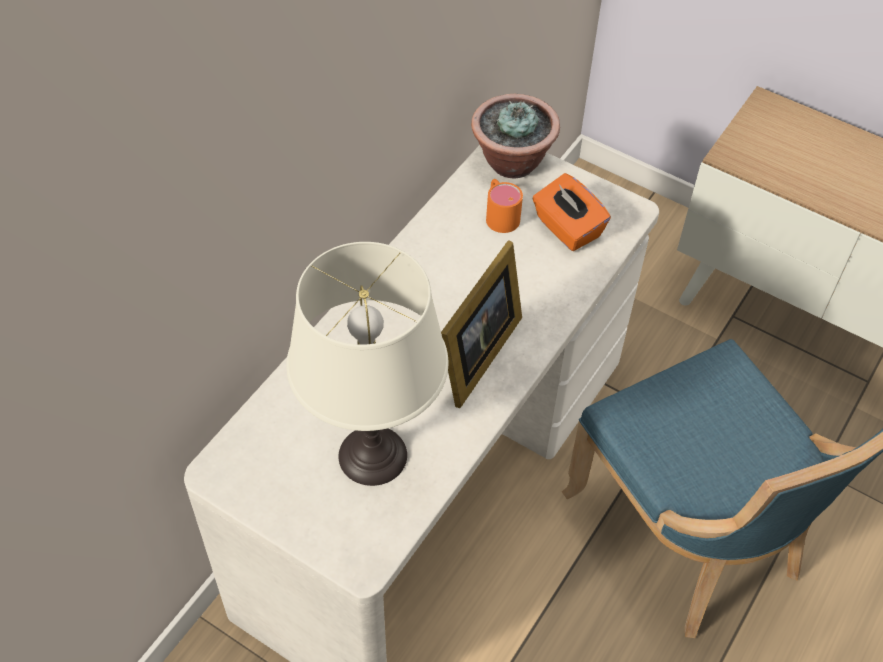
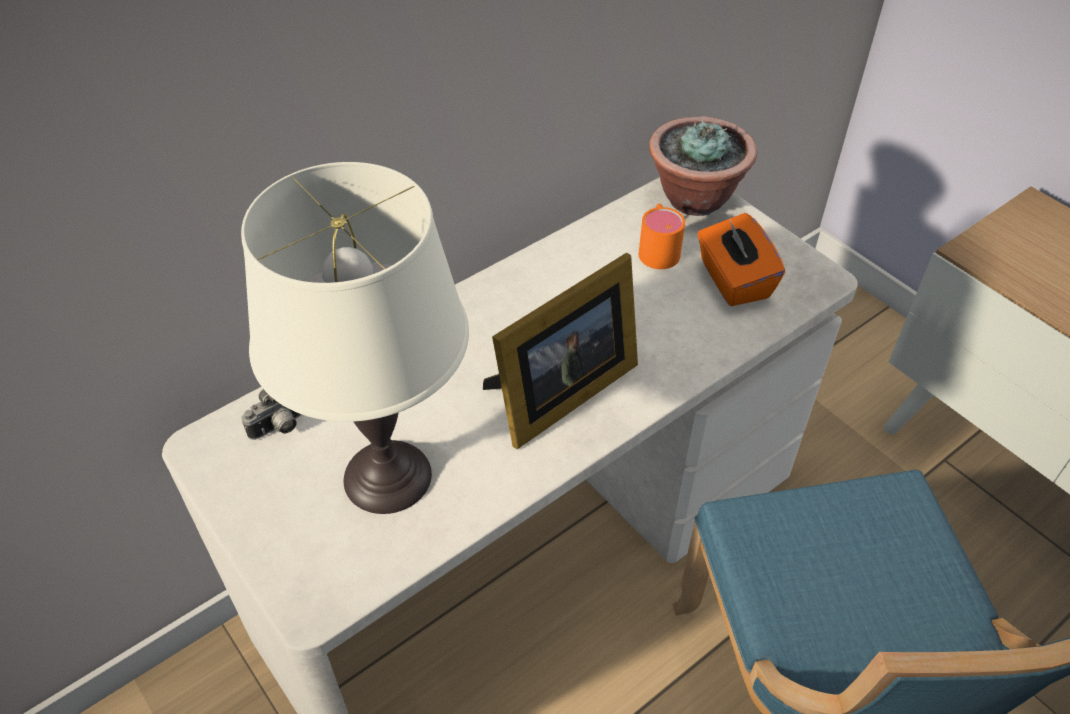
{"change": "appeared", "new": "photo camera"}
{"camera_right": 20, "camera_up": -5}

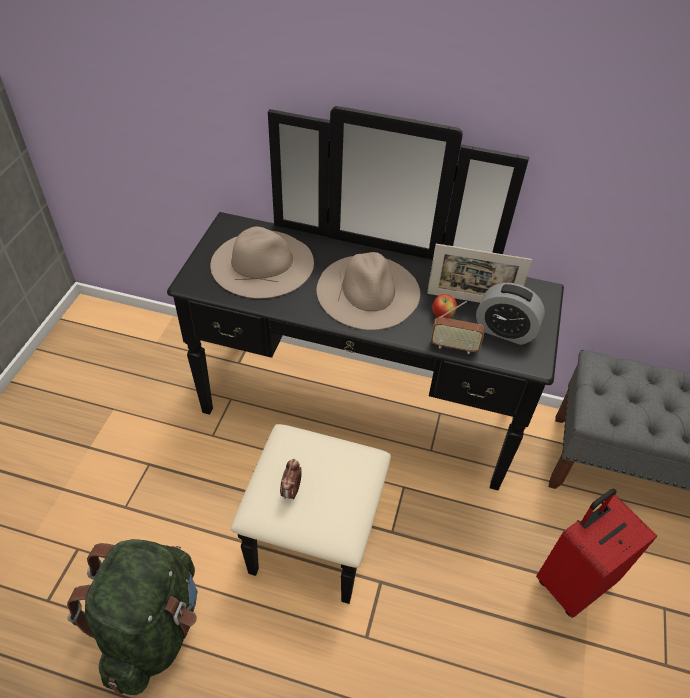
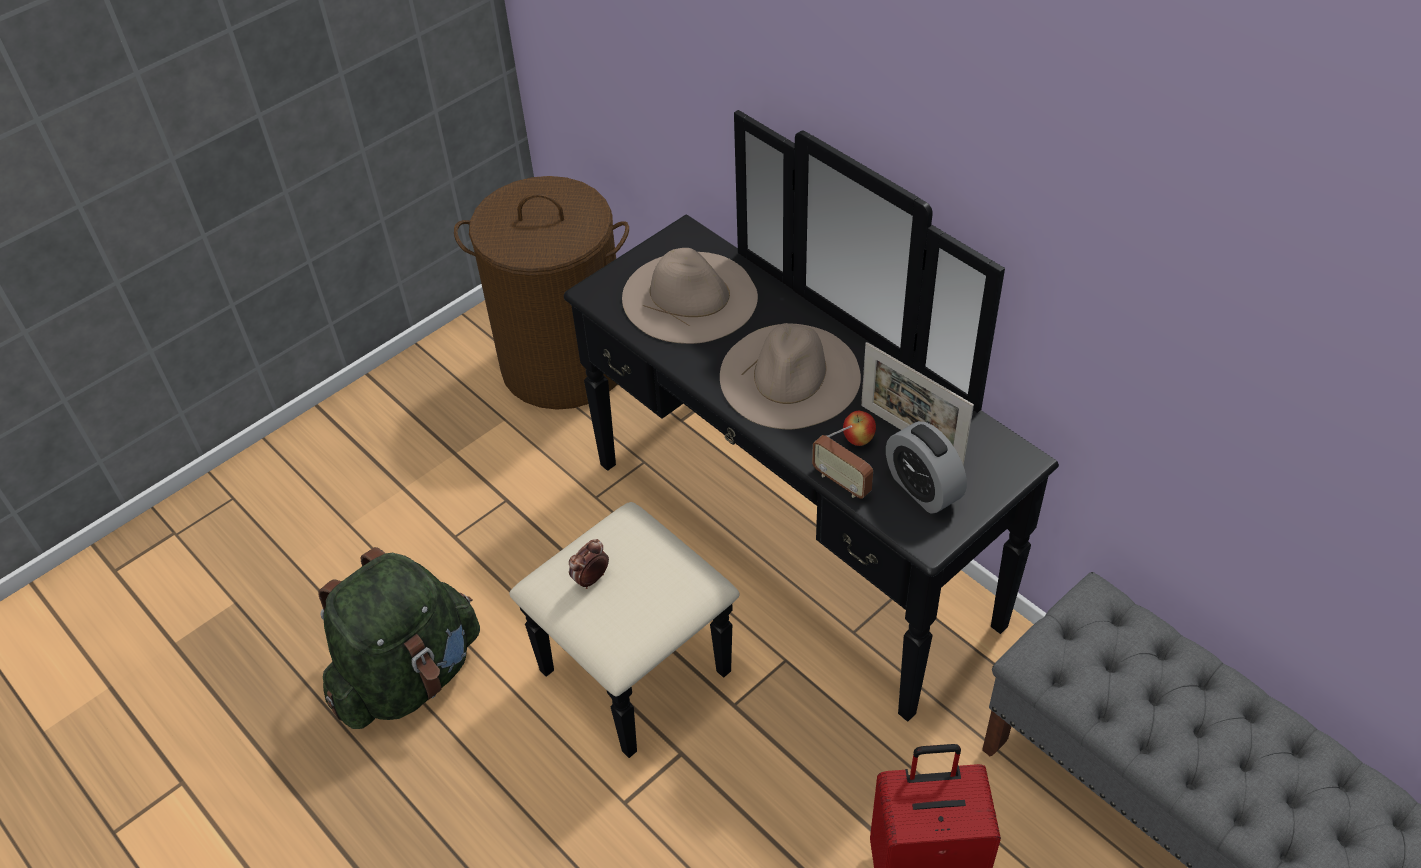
{"change": "appeared", "new": "laundry basket/brown"}
{"camera_right": 35, "camera_up": 0}

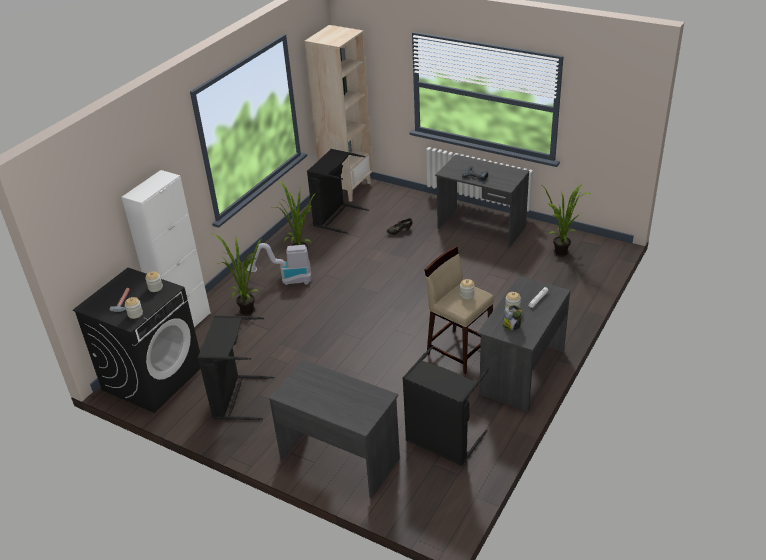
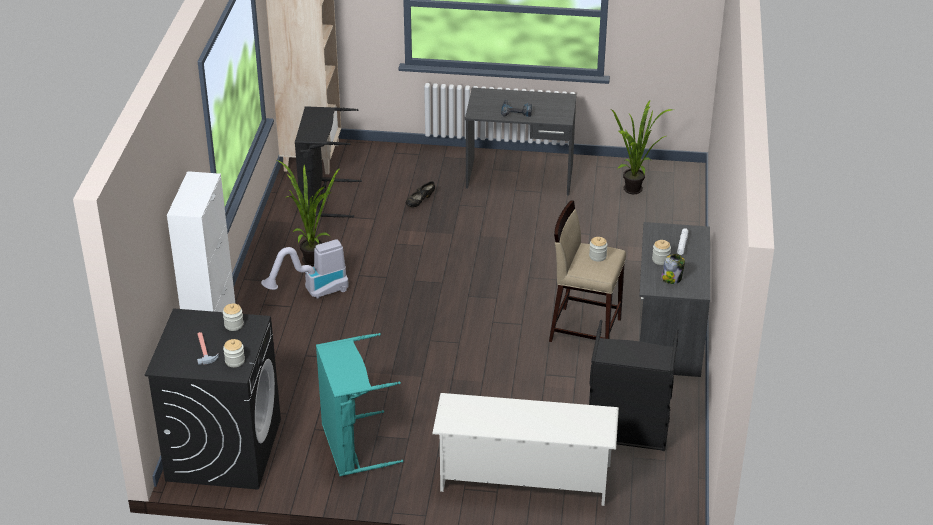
{"change": "missing", "old": "potted plant (no. 1 from left)"}
{"change": "colour", "old": "laundry basket/black (no. 1 from left)", "new": "laundry basket/turquoise"}
{"change": "exchanged", "old": "desk/grey (no. 1 from left)", "new": "shoe rack/white"}
{"camera_right": -25, "camera_up": 0}

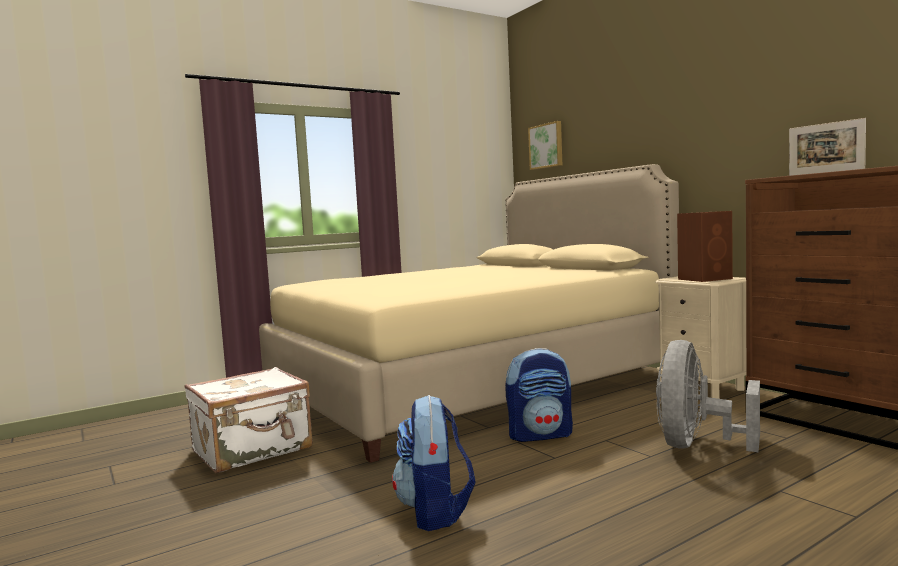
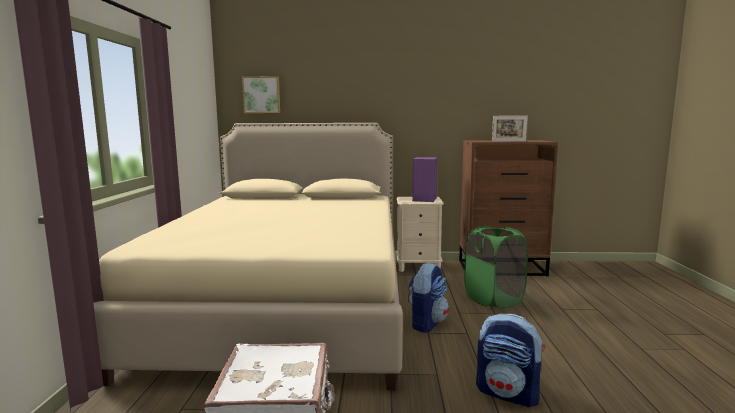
{"change": "colour", "old": "speaker/brown", "new": "speaker/purple"}
{"change": "exchanged", "old": "fan/grey", "new": "laundry basket/green"}
{"camera_right": -55, "camera_up": 5}

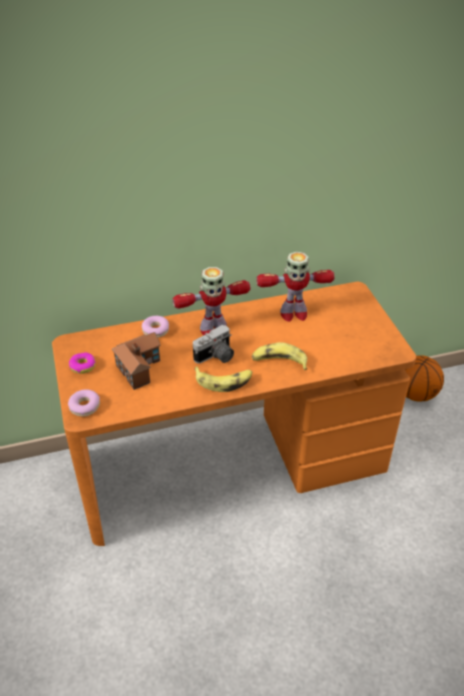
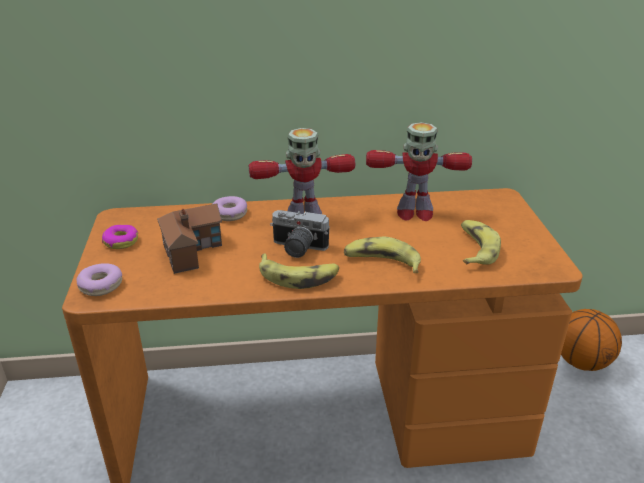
{"change": "spun", "old": "photo camera", "degrees": 45}
{"change": "appeared", "new": "banana (no. 3 from left)"}
{"camera_right": 10, "camera_up": -10}

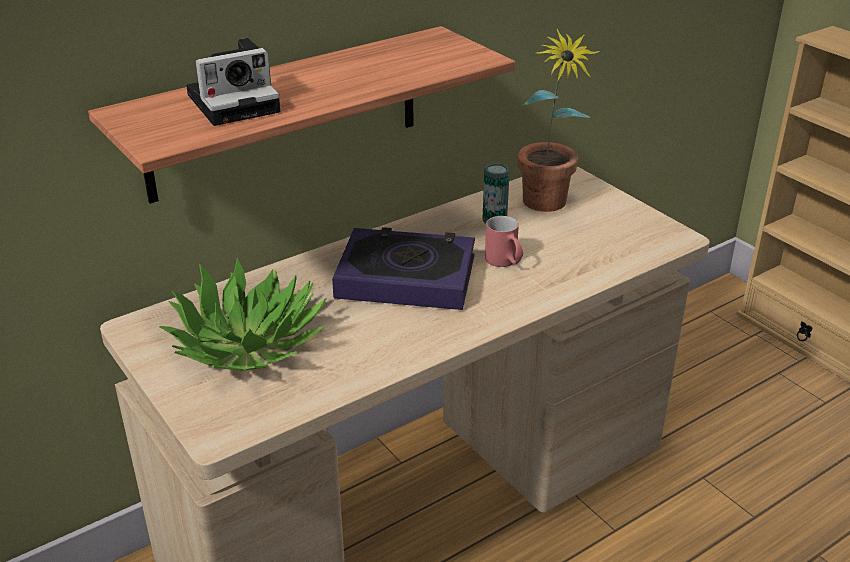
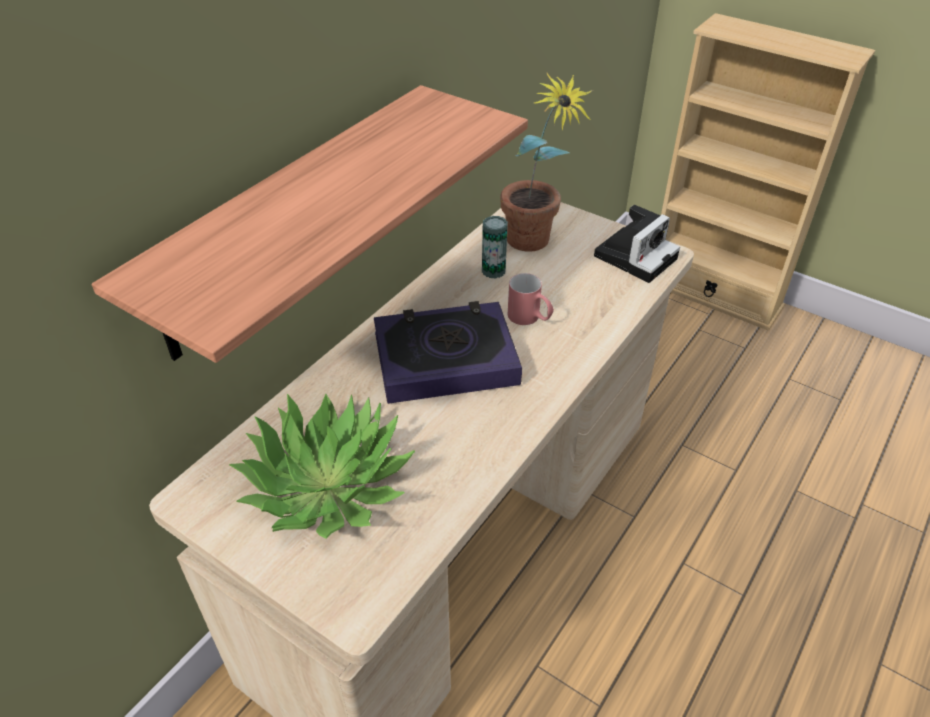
{"change": "relocated", "old": "photo camera"}
{"camera_right": -20, "camera_up": 10}

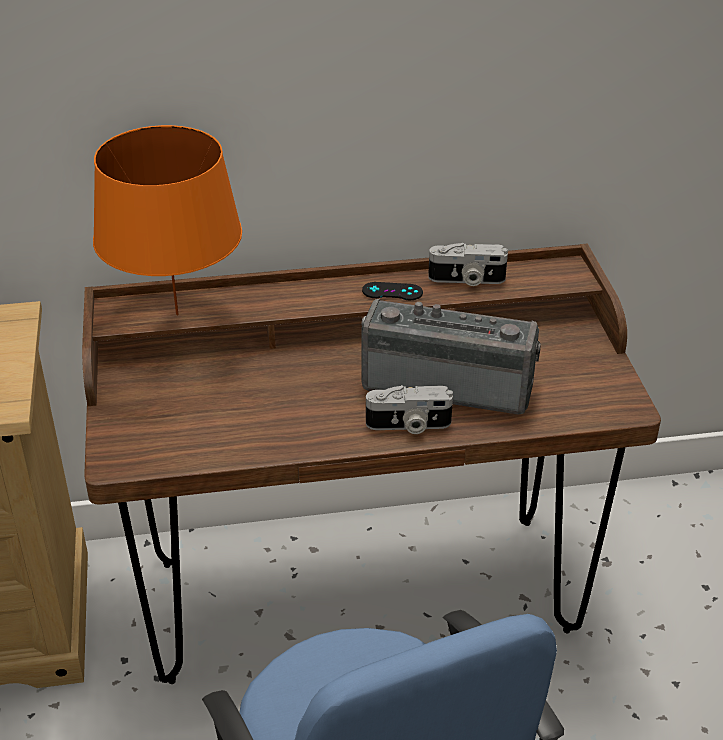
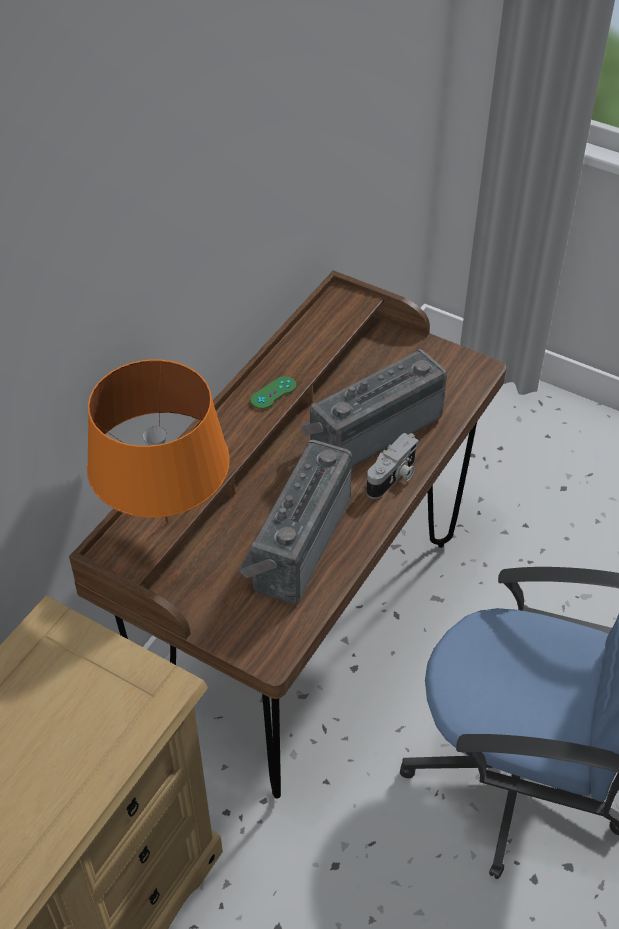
{"change": "missing", "old": "photo camera (no. 2 from left)"}
{"change": "colour", "old": "game controller/black", "new": "game controller/green"}
{"change": "appeared", "new": "radio (no. 1 from left)"}
{"camera_right": -50, "camera_up": 10}

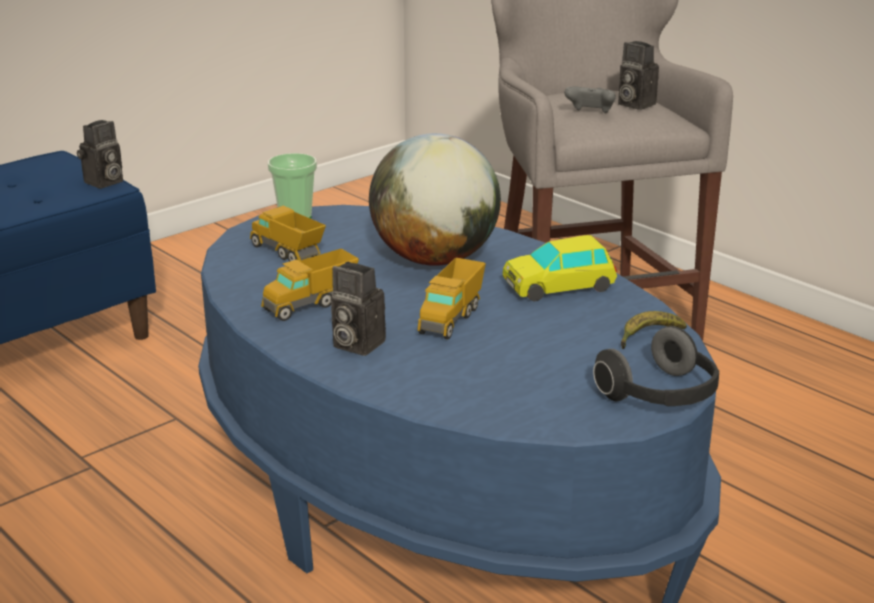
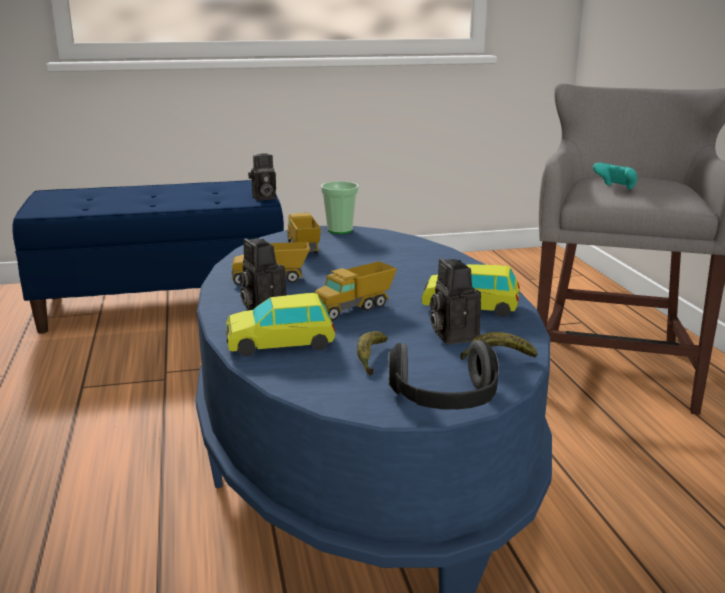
{"change": "relocated", "old": "photo camera (no. 3 from left)"}
{"change": "colour", "old": "game controller/grey", "new": "game controller/turquoise"}
{"change": "missing", "old": "globe"}
{"change": "appeared", "new": "toy car (no. 1 from left)"}
{"change": "appeared", "new": "banana (no. 1 from left)"}
{"camera_right": 30, "camera_up": -5}

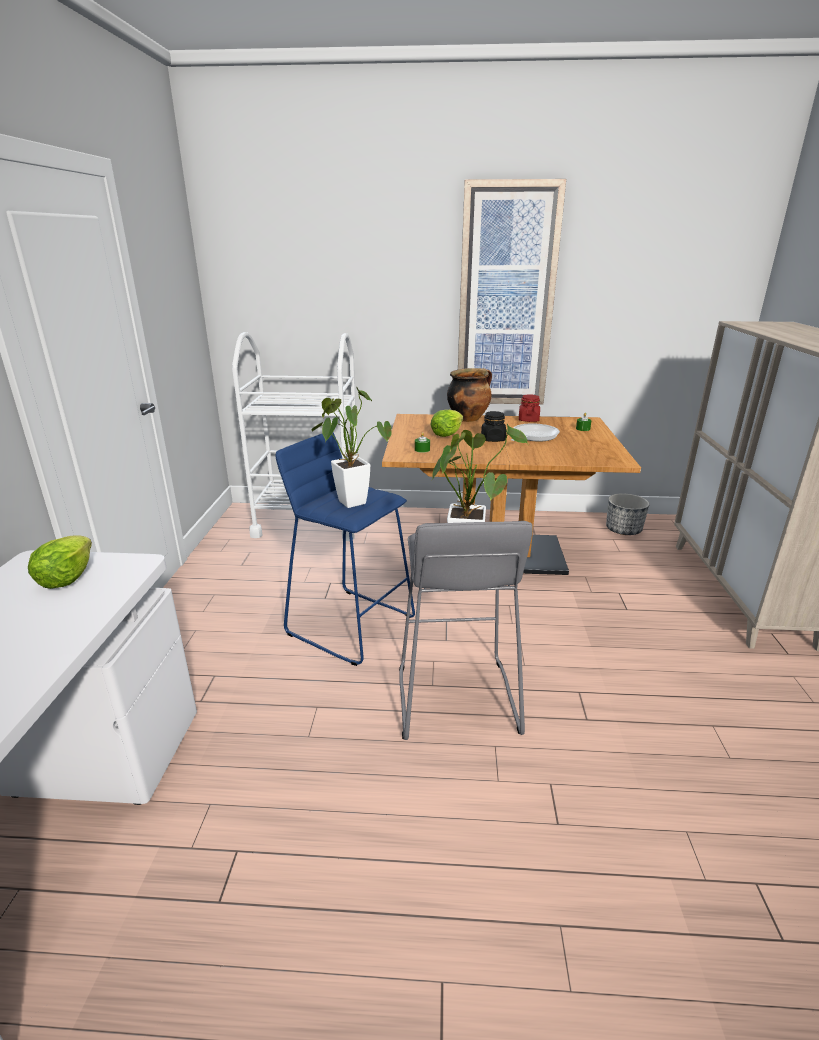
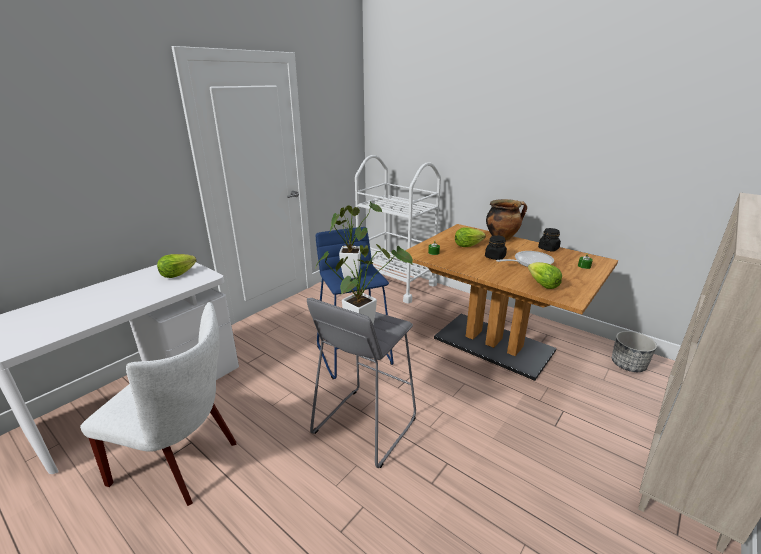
{"change": "missing", "old": "picture"}
{"change": "colour", "old": "jar/red", "new": "jar/black (no. 2 from left)"}
{"change": "appeared", "new": "lettuce (no. 3 from left)"}
{"change": "appeared", "new": "chair/white"}
{"camera_right": 35, "camera_up": 0}

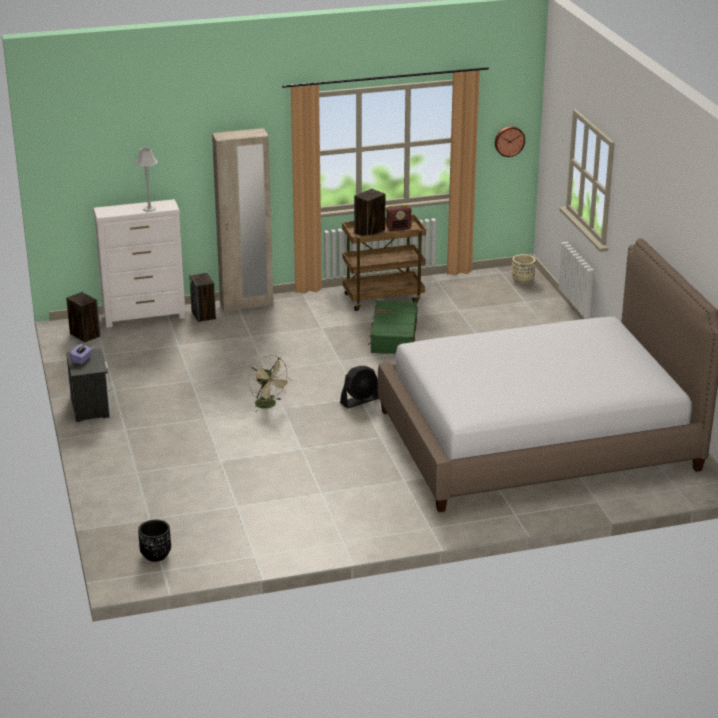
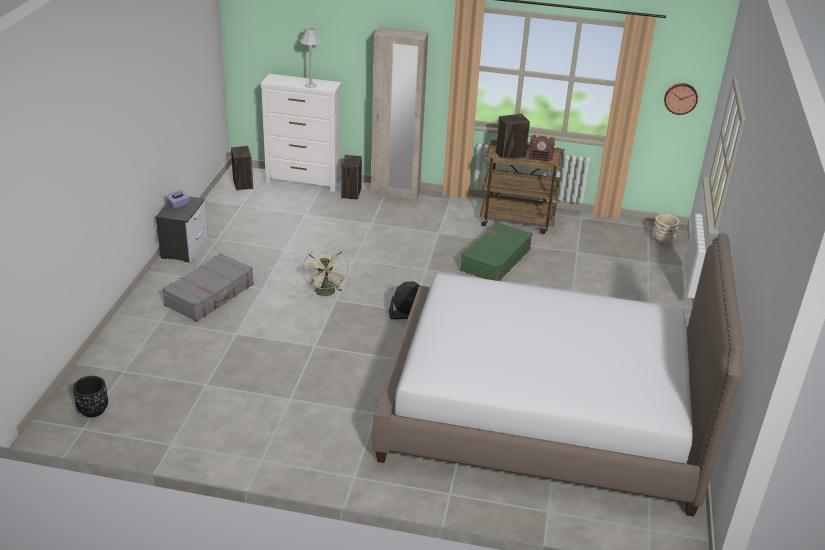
{"change": "appeared", "new": "suitcase/grey"}
{"camera_right": 25, "camera_up": 5}

